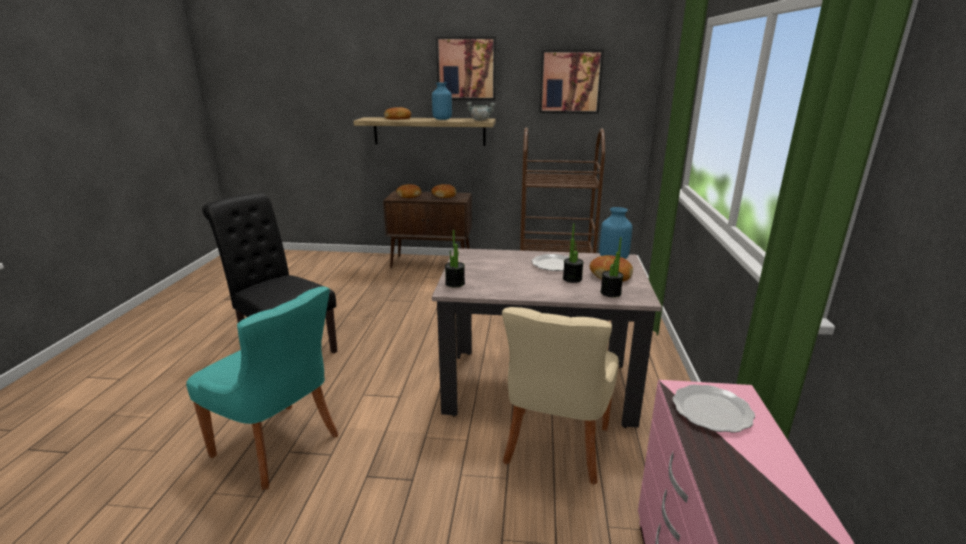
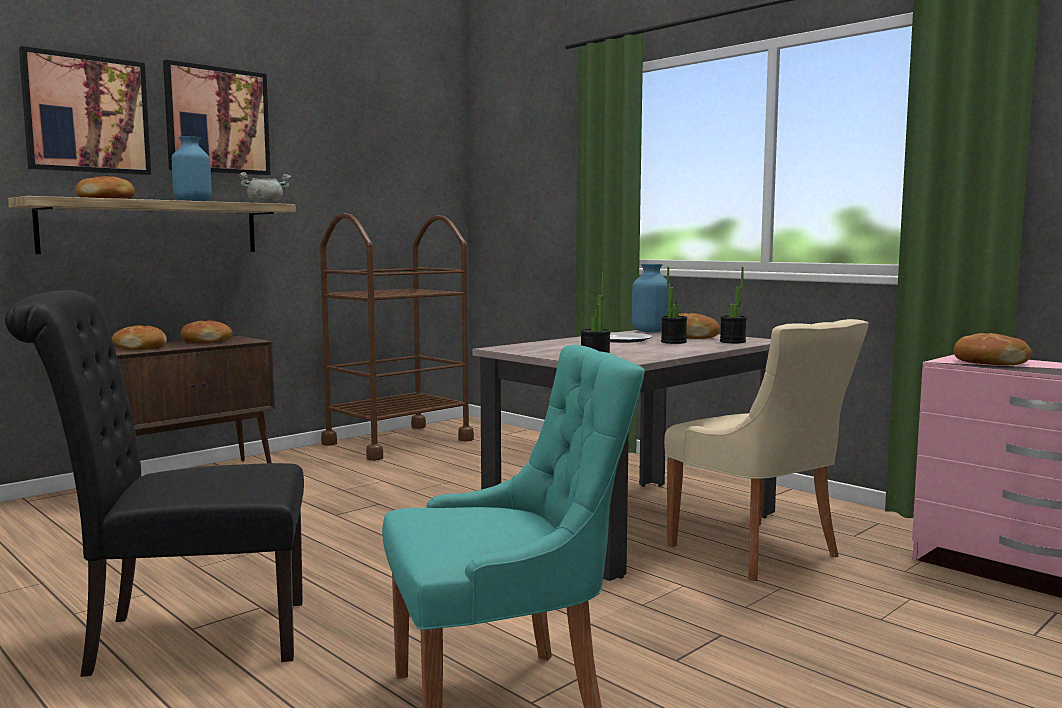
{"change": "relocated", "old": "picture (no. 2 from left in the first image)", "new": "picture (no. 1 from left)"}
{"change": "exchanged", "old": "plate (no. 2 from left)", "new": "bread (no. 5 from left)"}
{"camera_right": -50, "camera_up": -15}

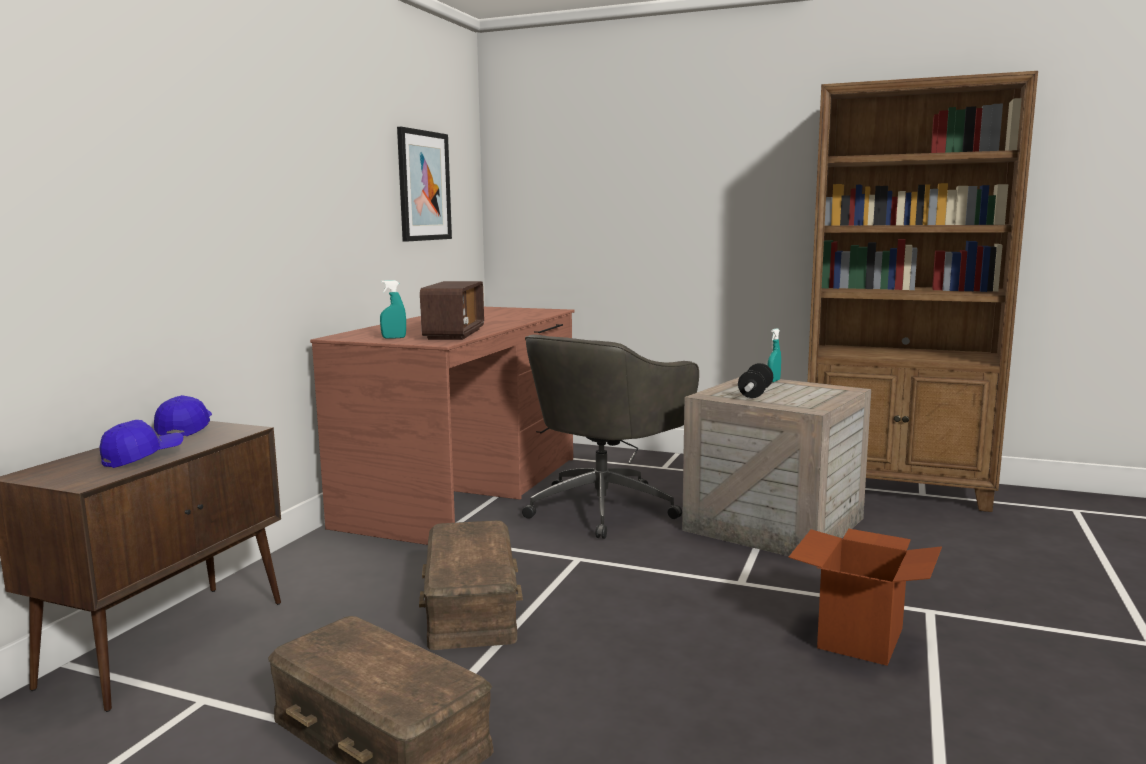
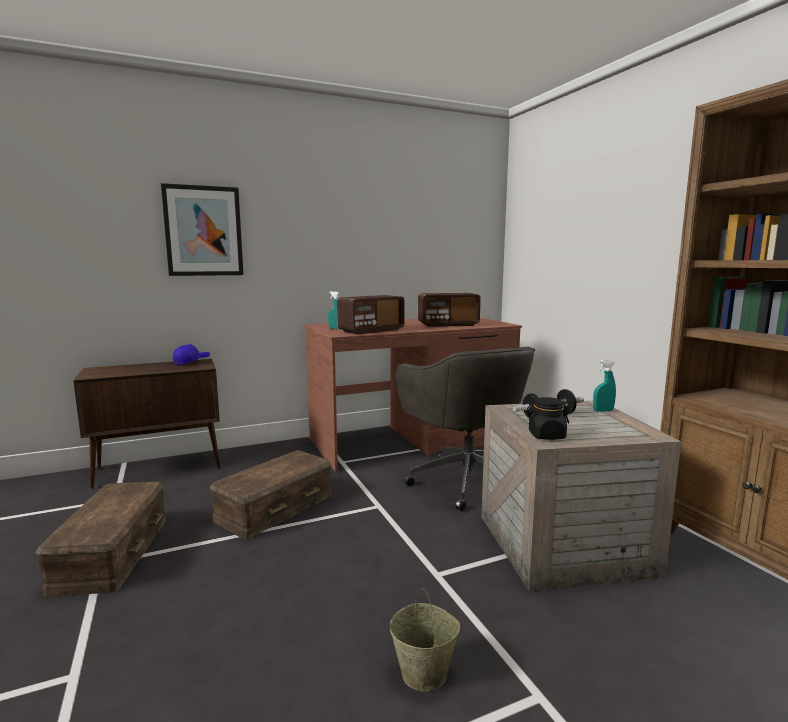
{"change": "relocated", "old": "picture"}
{"change": "spun", "old": "office chair/grey", "degrees": -105}
{"change": "missing", "old": "cap/blue (no. 1 from left)"}
{"change": "exchanged", "old": "cardboard box", "new": "bucket/beige"}
{"change": "appeared", "new": "radio (no. 2 from left)"}
{"change": "appeared", "new": "jar/black"}
{"camera_right": 45, "camera_up": 0}

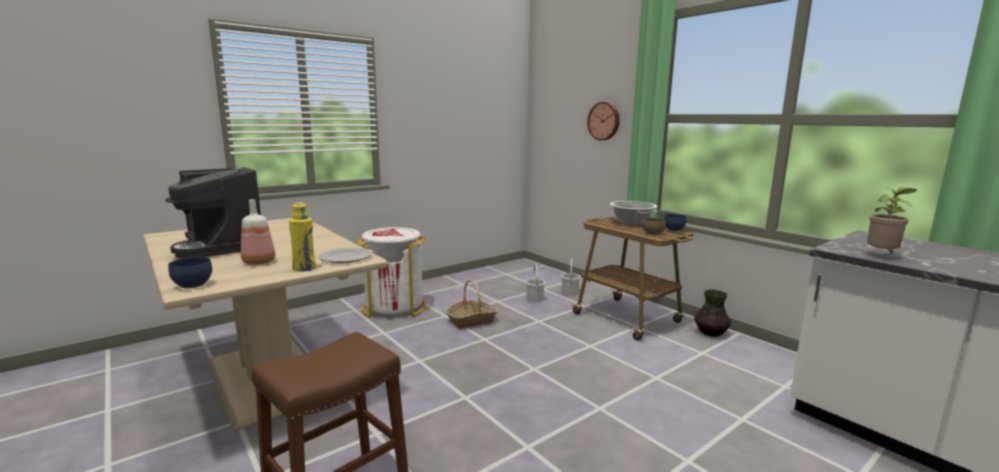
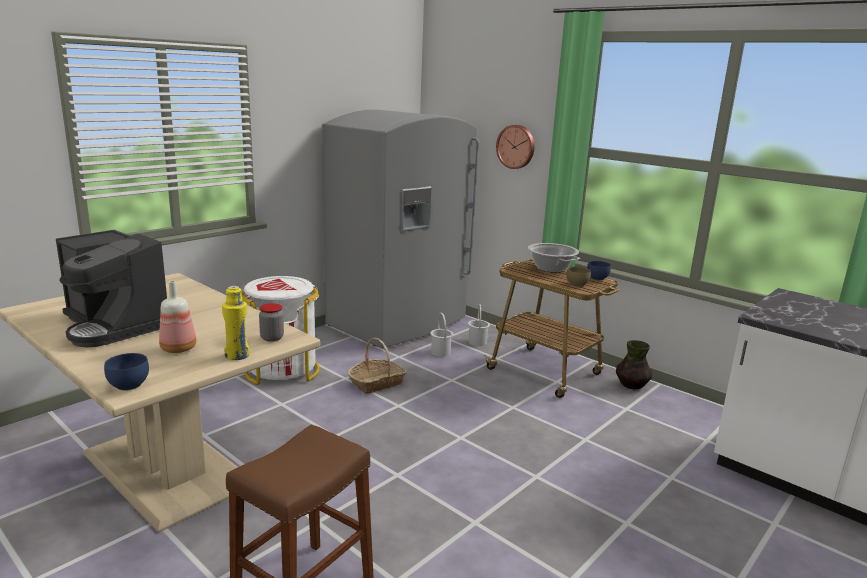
{"change": "missing", "old": "potted plant"}
{"change": "exchanged", "old": "plate", "new": "jar"}
{"change": "appeared", "new": "fridge/grey"}
{"camera_right": -10, "camera_up": 5}

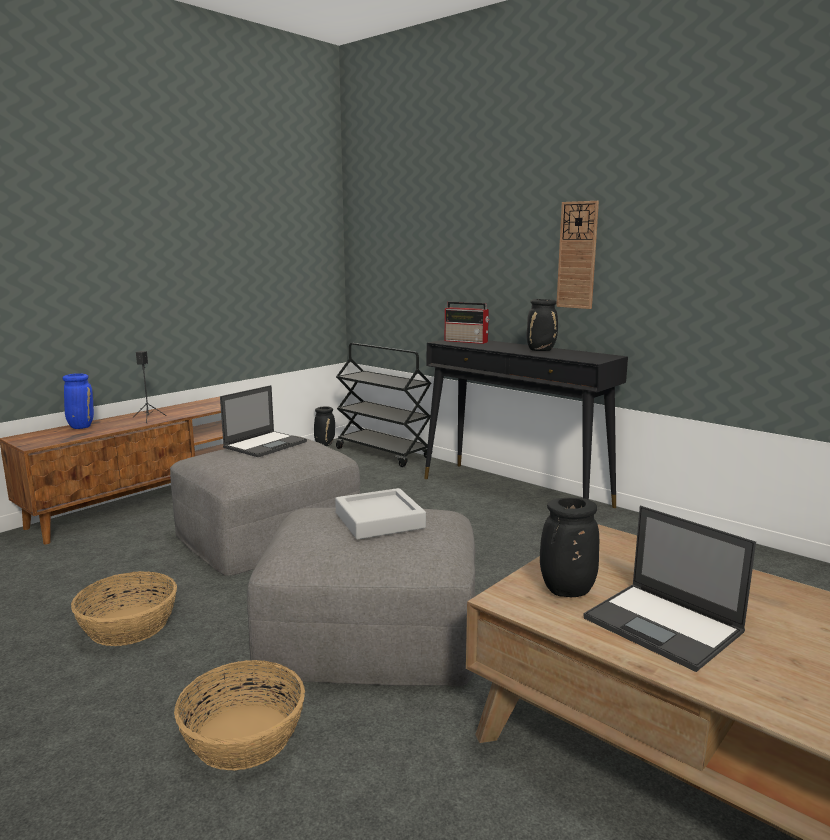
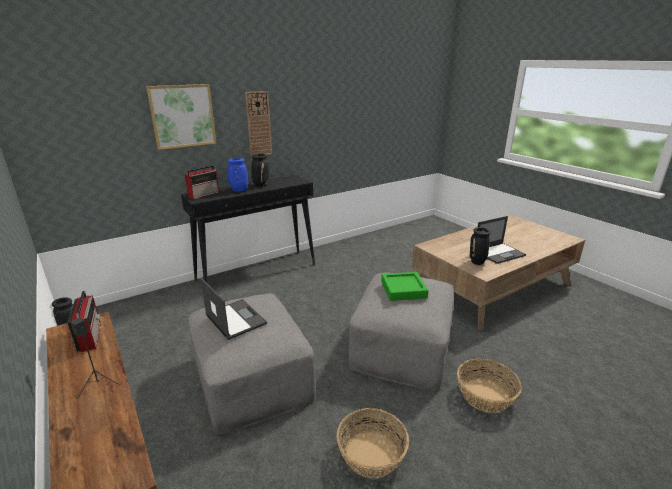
{"change": "missing", "old": "cart/black"}
{"change": "relocated", "old": "vase/blue"}
{"change": "colour", "old": "tray/grey", "new": "tray/green"}
{"change": "appeared", "new": "picture"}
{"change": "appeared", "new": "radio (no. 1 from left)"}
{"camera_right": -75, "camera_up": 10}

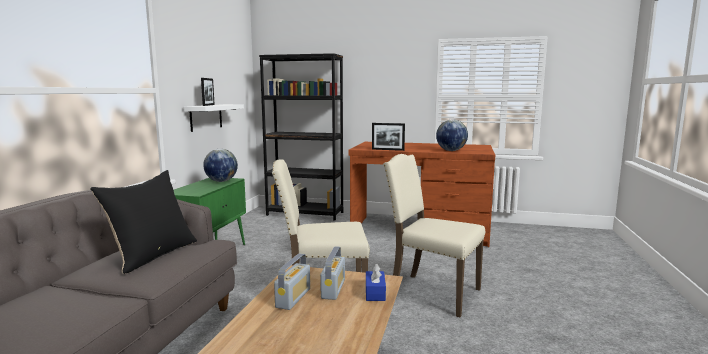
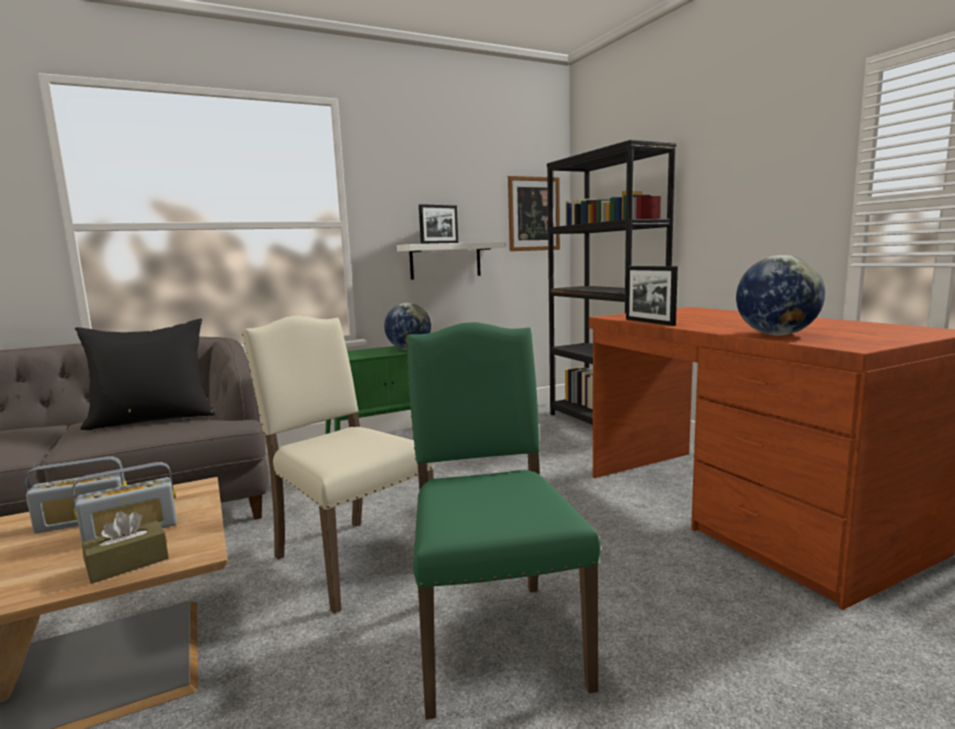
{"change": "colour", "old": "chair/beige (no. 2 from left)", "new": "chair/green"}
{"change": "colour", "old": "tissue box/blue", "new": "tissue box/brown"}
{"change": "appeared", "new": "picture"}
{"camera_right": 50, "camera_up": 0}

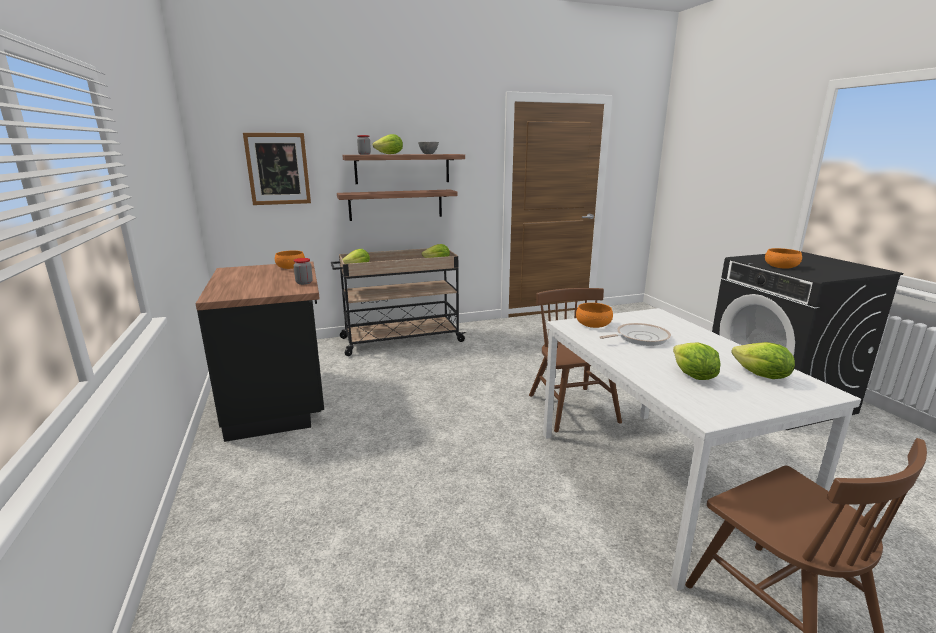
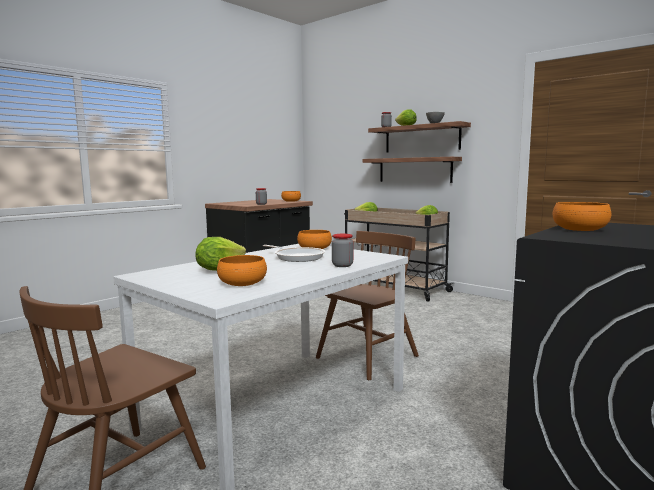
{"change": "missing", "old": "picture"}
{"change": "exchanged", "old": "lettuce (no. 5 from left)", "new": "bowl/orange (no. 1 from left)"}
{"change": "appeared", "new": "jar (no. 2 from left)"}
{"camera_right": 60, "camera_up": -10}

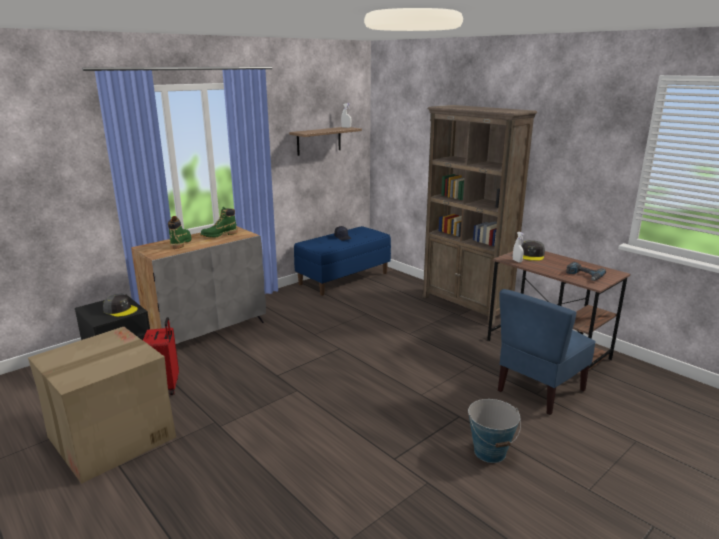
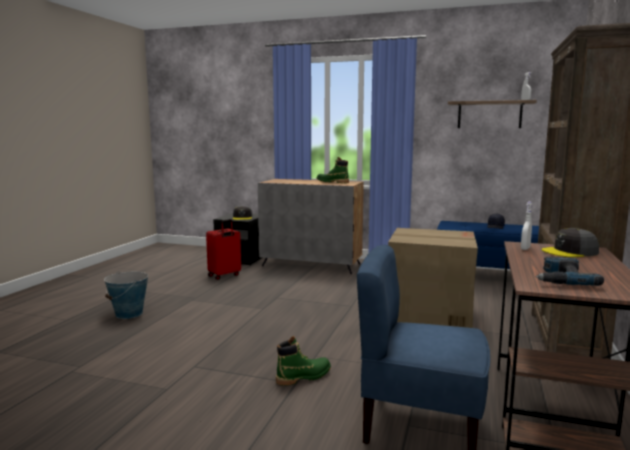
{"change": "relocated", "old": "boot/green (no. 1 from left)"}
{"change": "relocated", "old": "cardboard box"}
{"change": "relocated", "old": "bucket"}
{"camera_right": 60, "camera_up": -10}

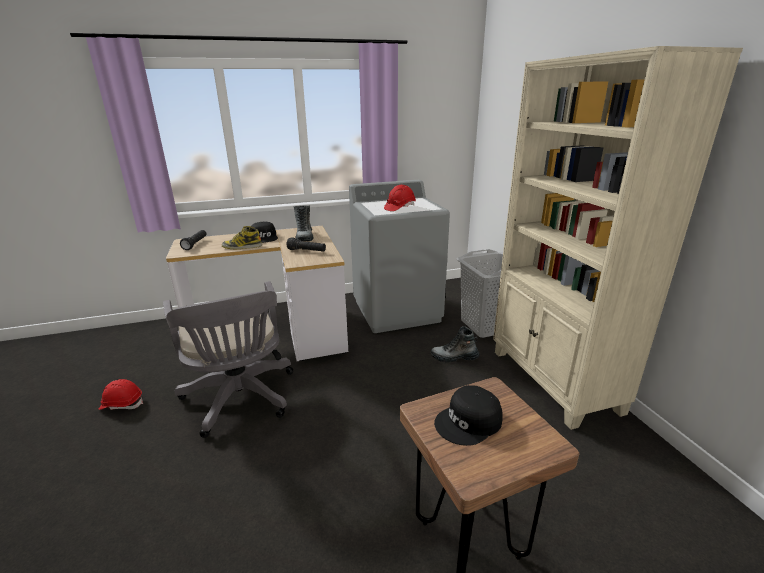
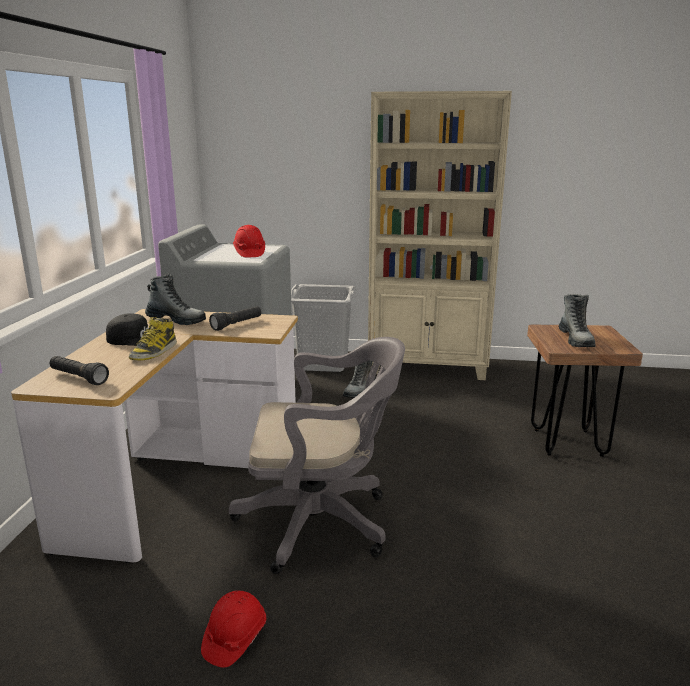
{"change": "exchanged", "old": "cap/black (no. 2 from left)", "new": "boot (no. 4 from left)"}
{"camera_right": -65, "camera_up": -5}

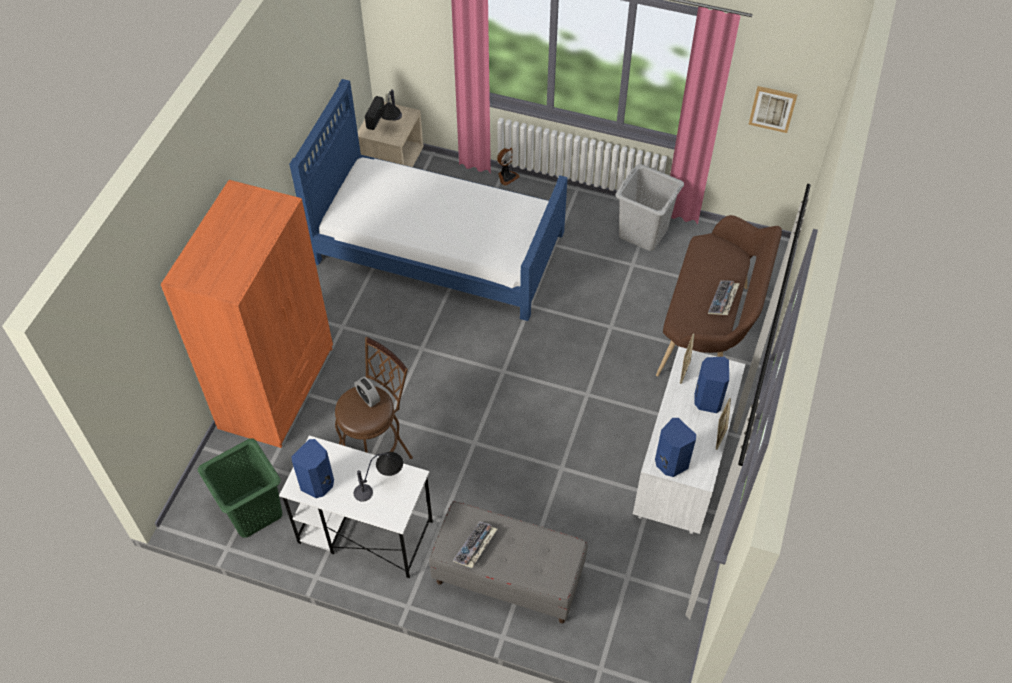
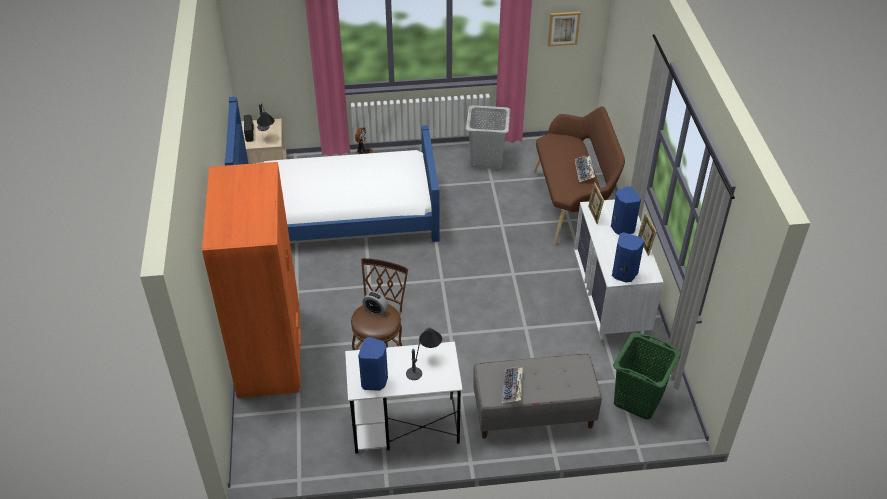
{"change": "relocated", "old": "laundry basket/green"}
{"camera_right": -25, "camera_up": -10}

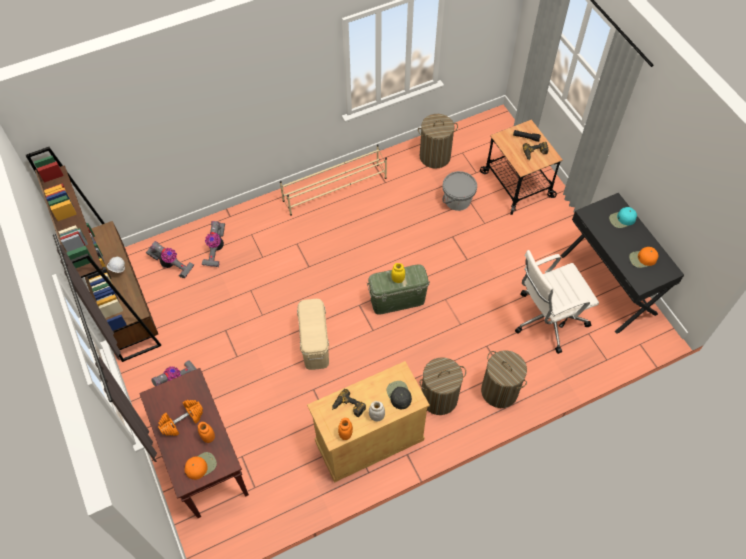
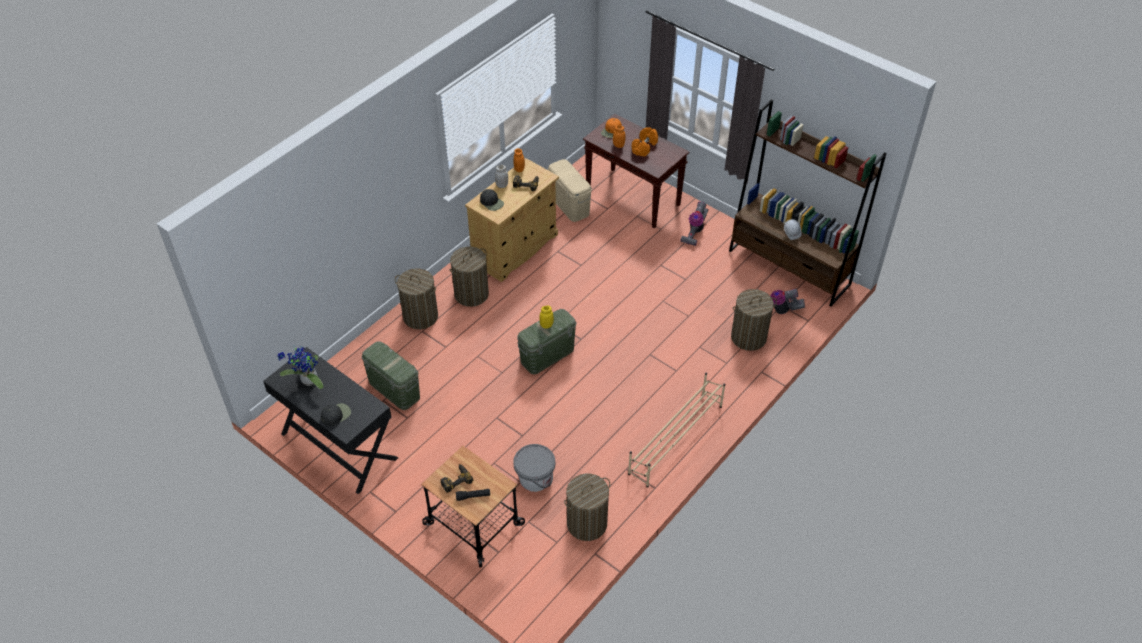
{"change": "colour", "old": "cap/turquoise", "new": "cap/black (no. 1 from left)"}
{"change": "exchanged", "old": "vacuum cleaner (no. 3 from left)", "new": "laundry basket (no. 4 from left)"}
{"change": "exchanged", "old": "cap/orange (no. 2 from left)", "new": "potted plant"}
{"change": "exchanged", "old": "office chair/white", "new": "storage box/green (no. 1 from left)"}
{"change": "relocated", "old": "storage box/beige"}
{"camera_right": 155, "camera_up": -10}

